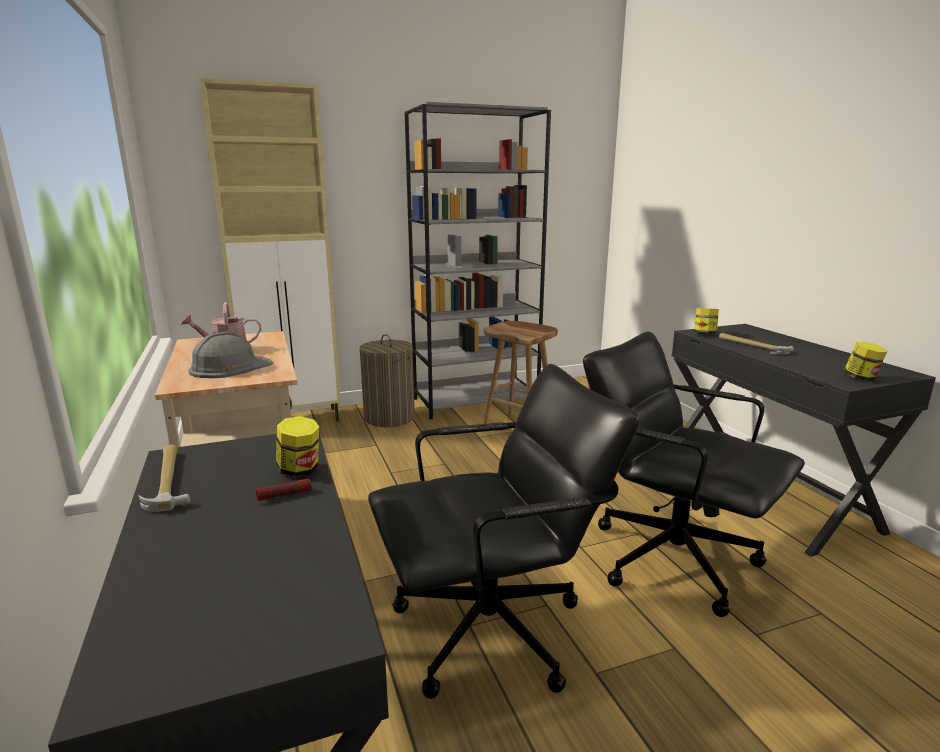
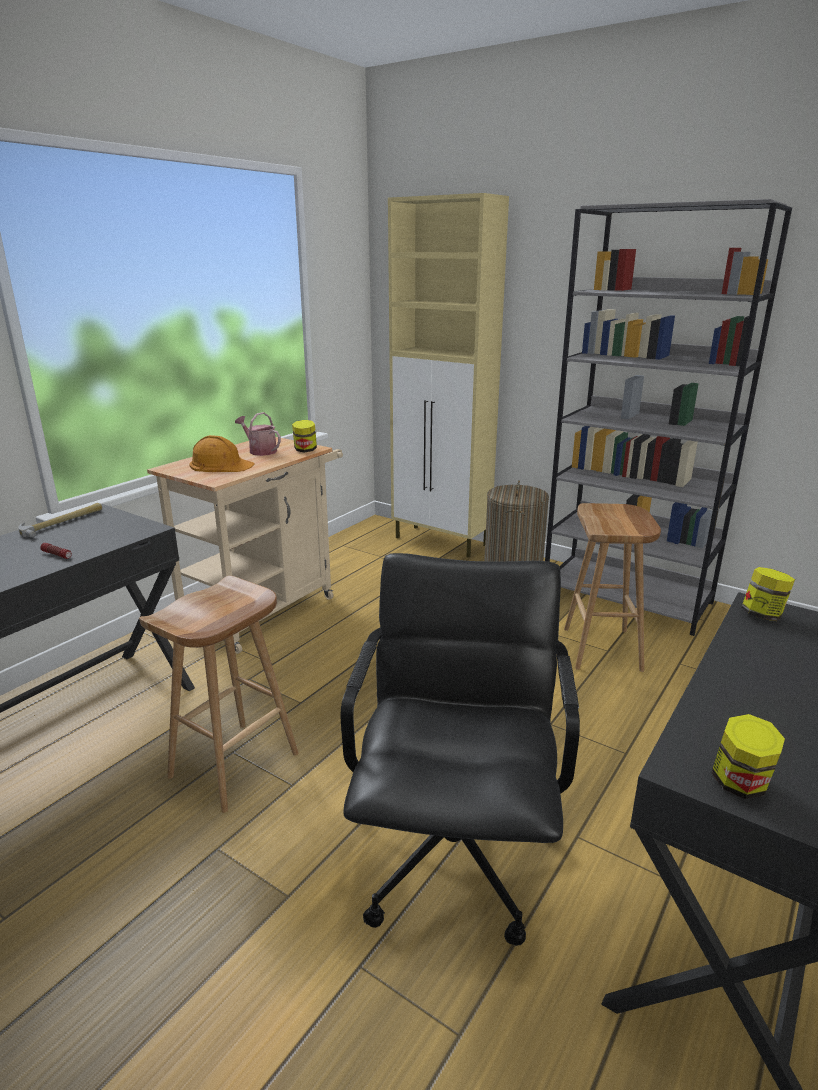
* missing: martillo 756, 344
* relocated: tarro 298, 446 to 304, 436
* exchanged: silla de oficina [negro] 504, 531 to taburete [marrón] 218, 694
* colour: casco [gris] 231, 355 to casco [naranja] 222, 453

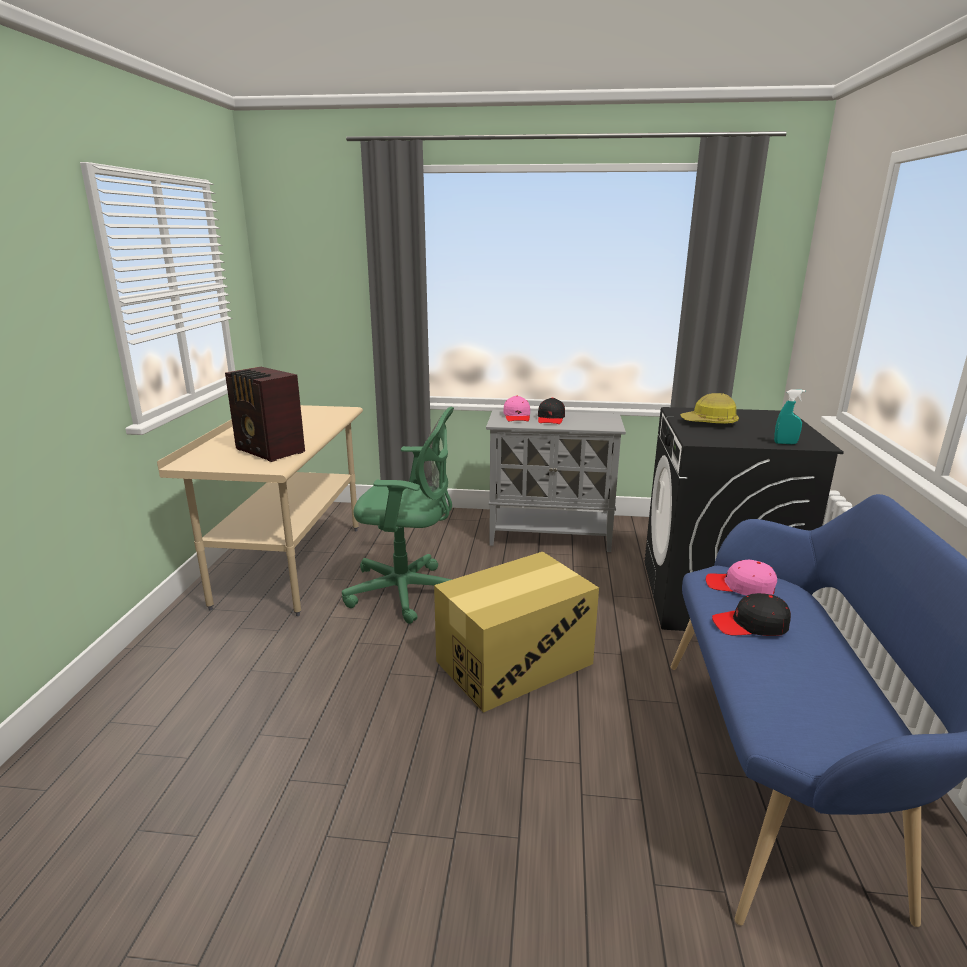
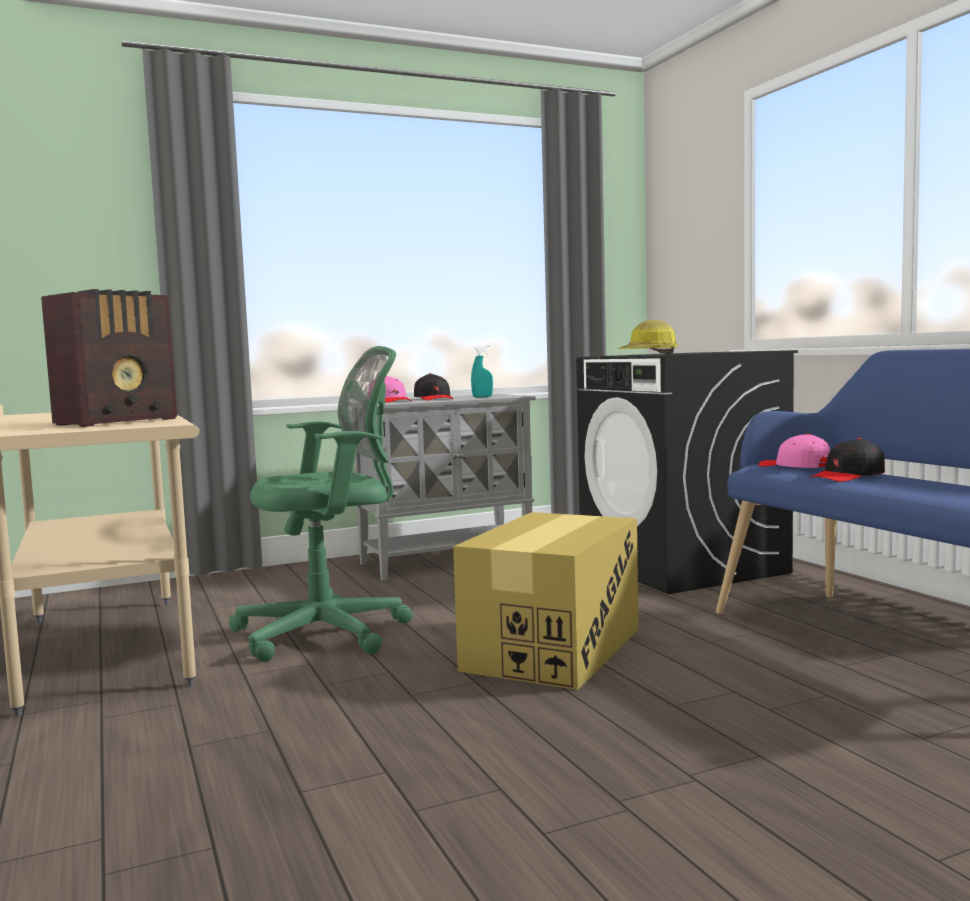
* relocated: pulverizador [turquesa] 789, 416 to 482, 371
* spun: radio 265, 414 = 109, 358 60 degrees counterclockwise
* spun: gorra [rosa] 741, 578 = 794, 451 60 degrees clockwise

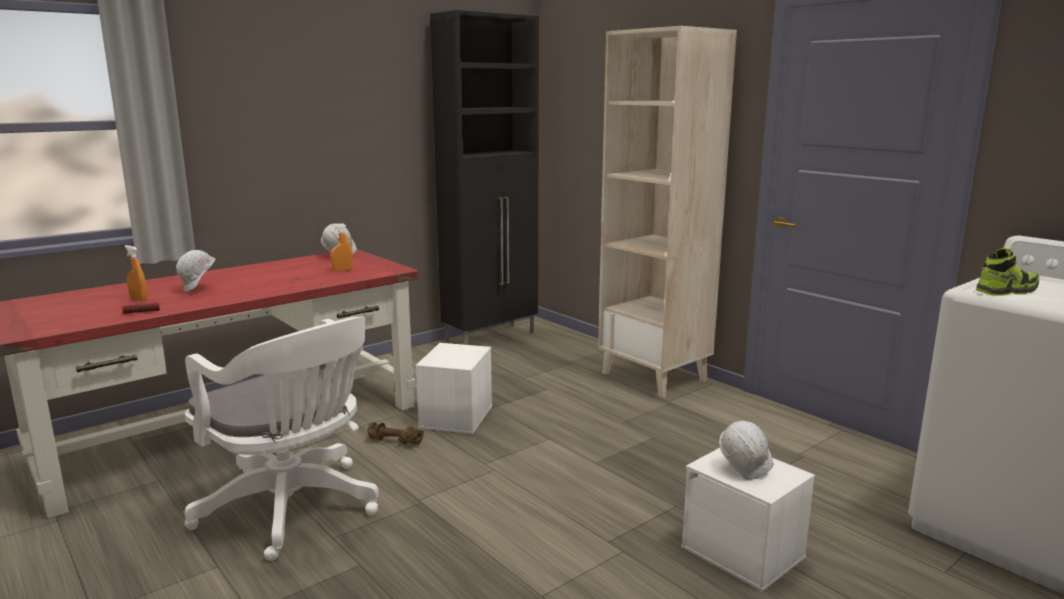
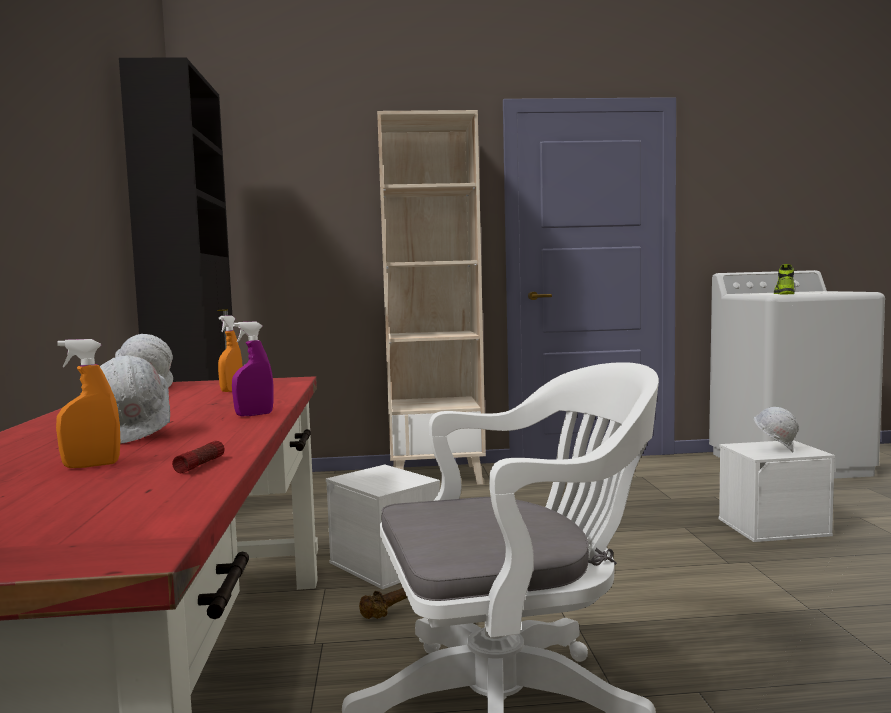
* appeared: pulverizador [morado] 253, 369

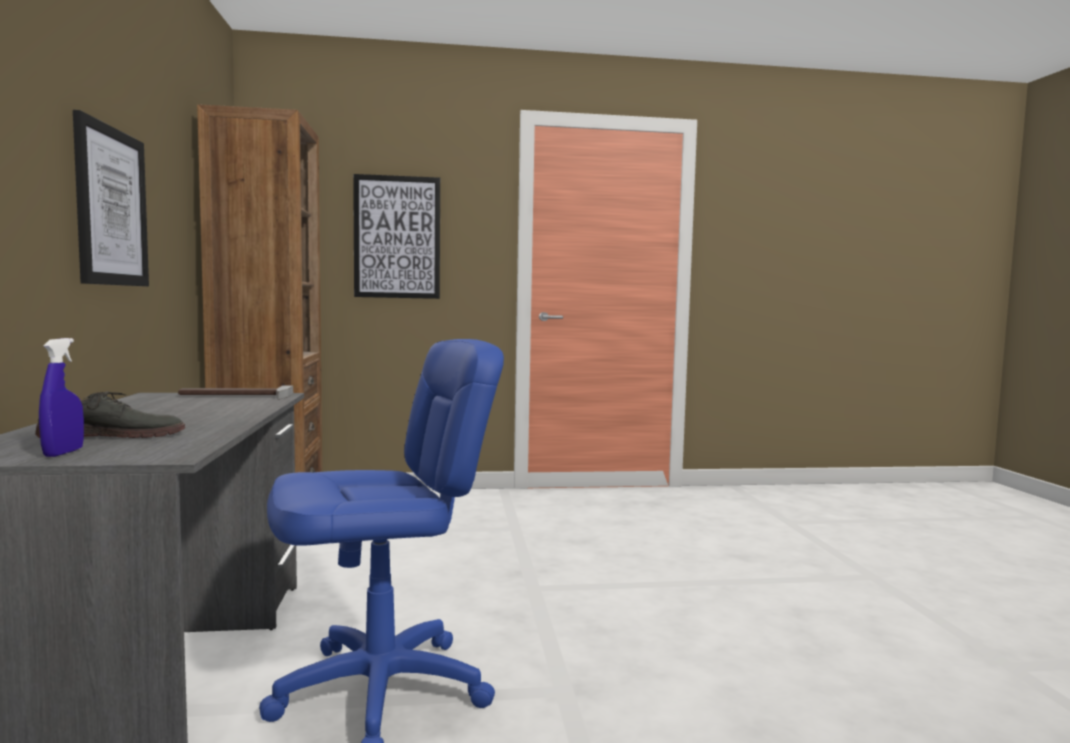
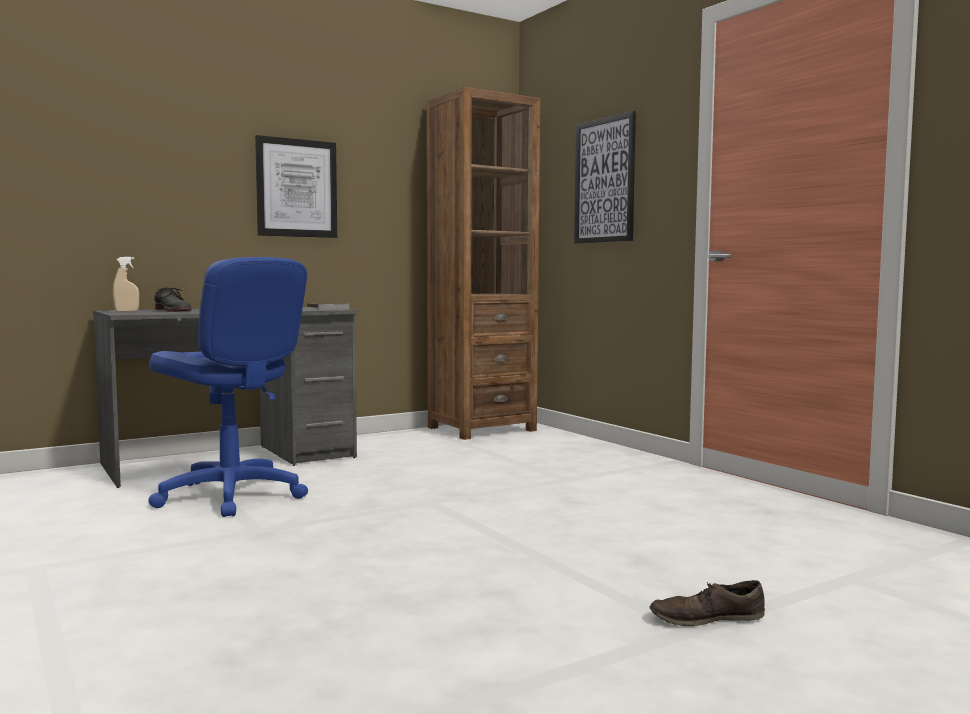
* appeared: zapato [marrón] 707, 603
* colour: pulverizador [azul] 61, 397 to pulverizador [beis] 126, 284

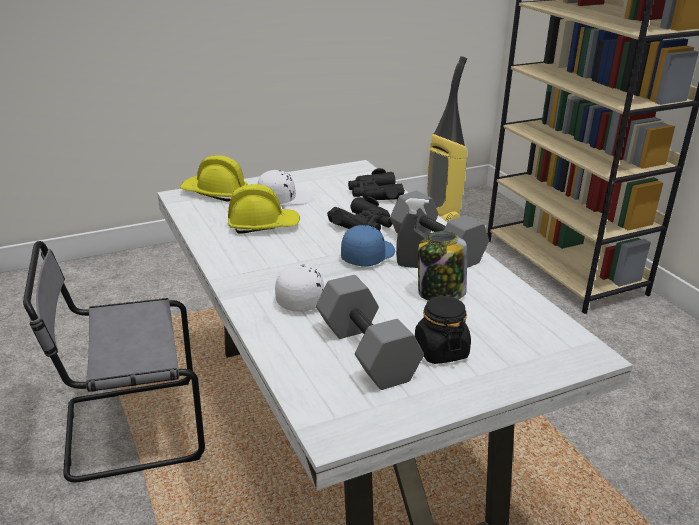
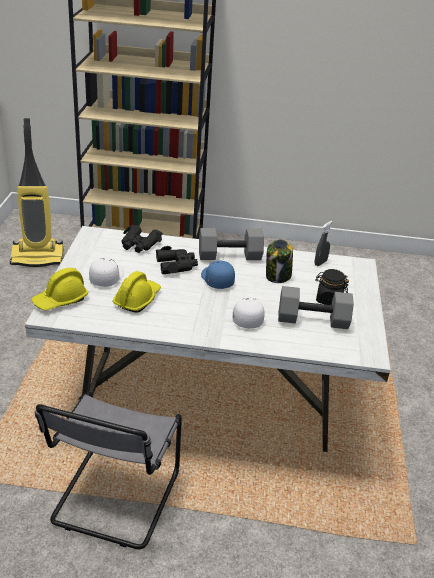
* relocated: pulverizador [gris] 412, 233 to 324, 243

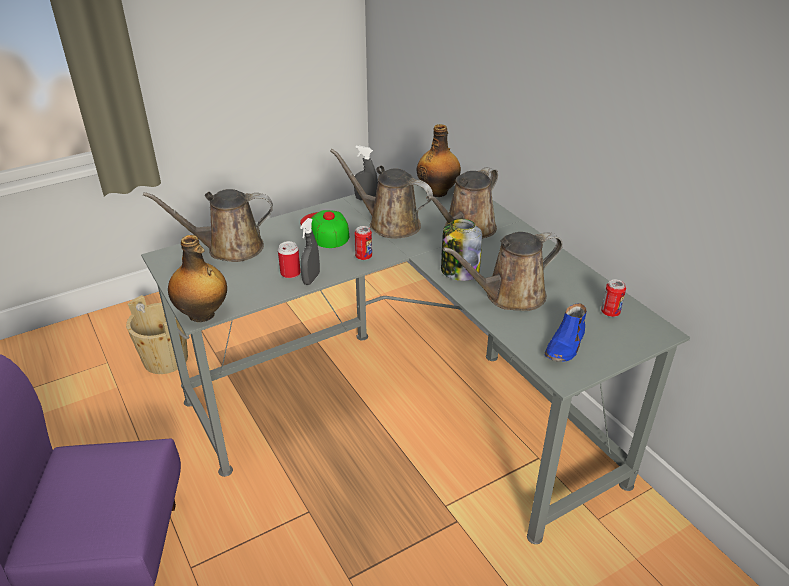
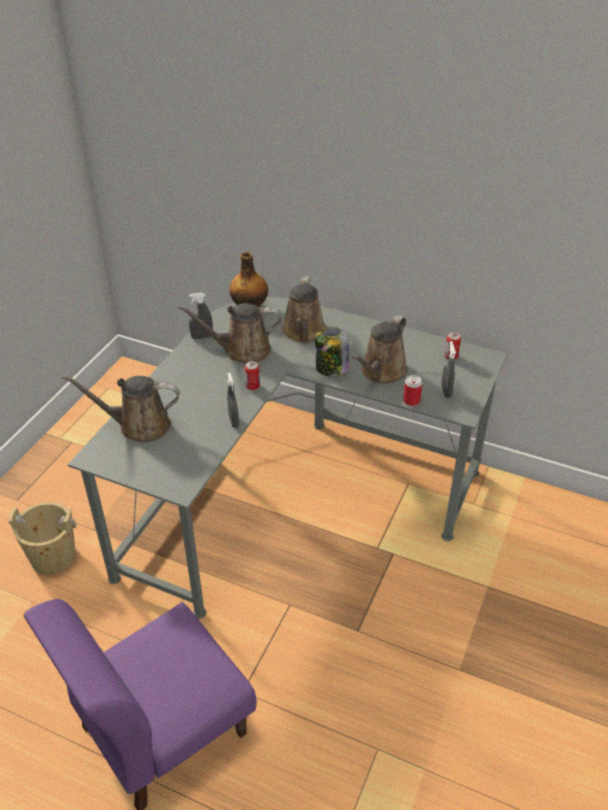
* missing: botella 197, 278
* missing: gorra 324, 229
* relocated: lata 289, 259 to 413, 390
* exchanged: zapato [azul] 566, 332 to pulverizador [gris] 448, 369
* spun: regadera [marrón] 208, 225 = 121, 409 45 degrees clockwise

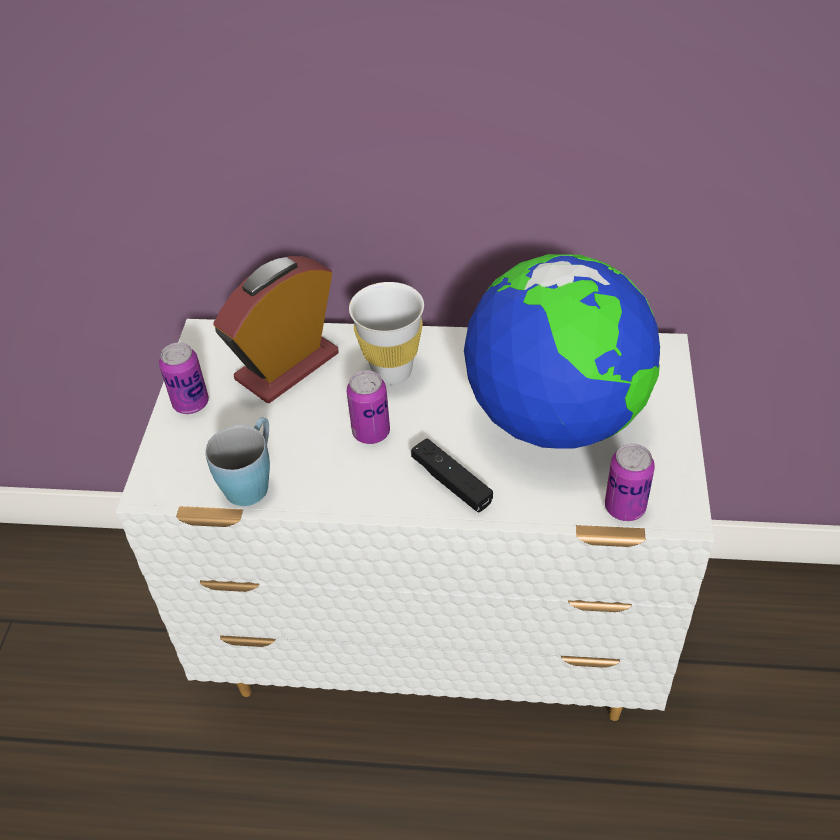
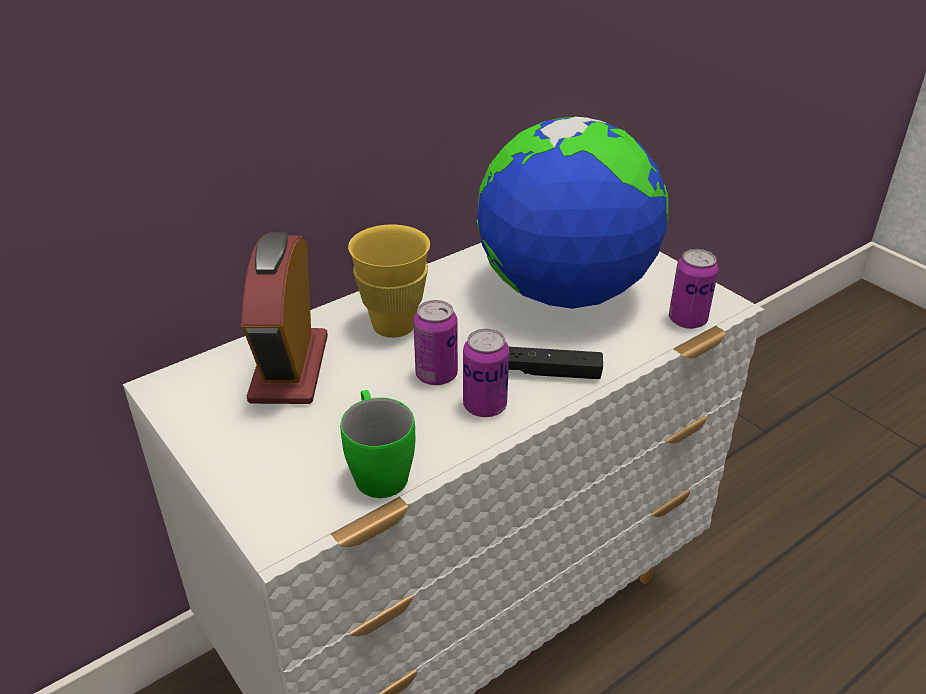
* relocated: lata 184, 378 to 486, 373
* colour: taza grande [azul] 238, 461 to taza grande [verde] 377, 444
* colour: taza [blanco] 386, 333 to taza [amarillo] 389, 281

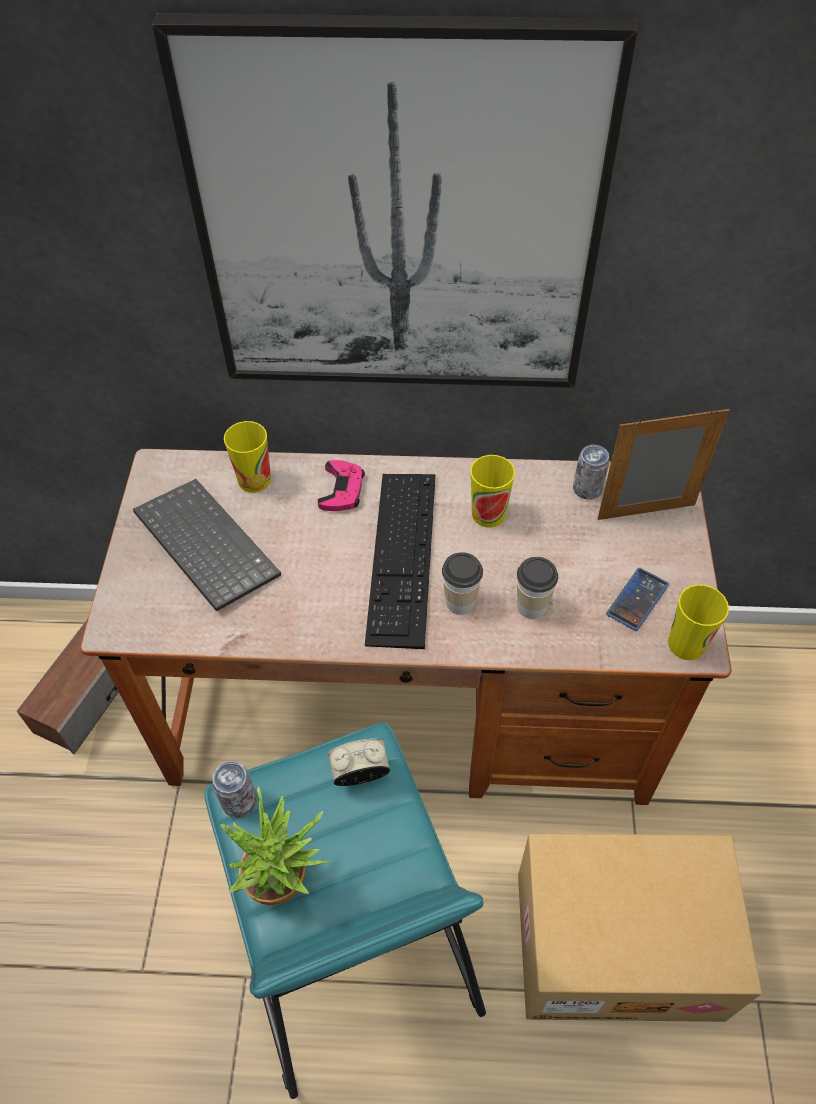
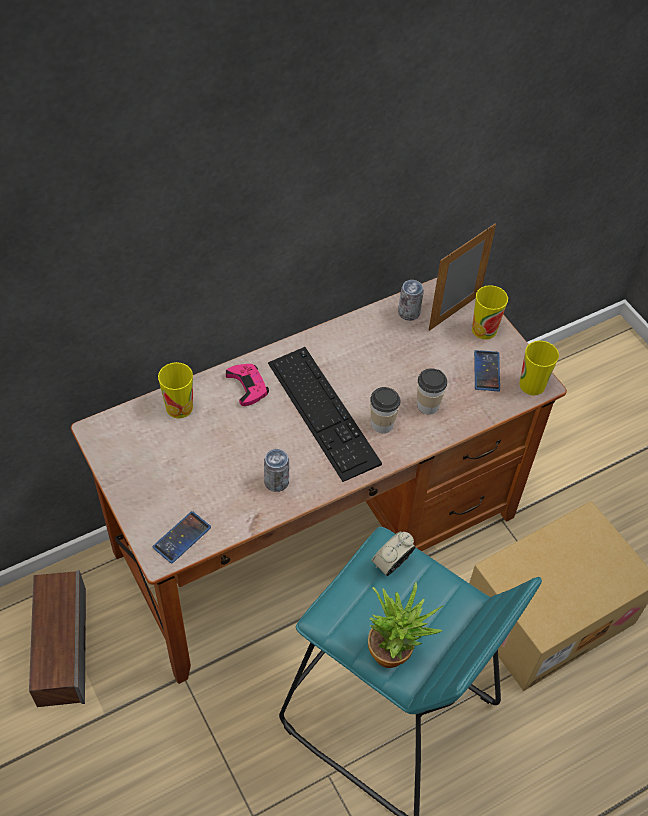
* missing: teclado 207, 545
* missing: cuadro 395, 200
* appeared: móvil 182, 537
* relocated: lata 234, 789 to 276, 470
* relocated: taza 492, 491 to 490, 312

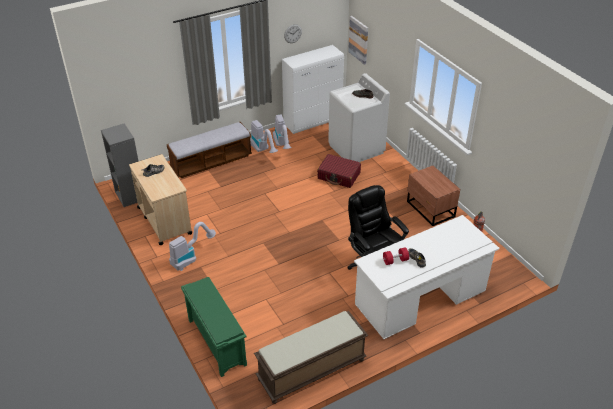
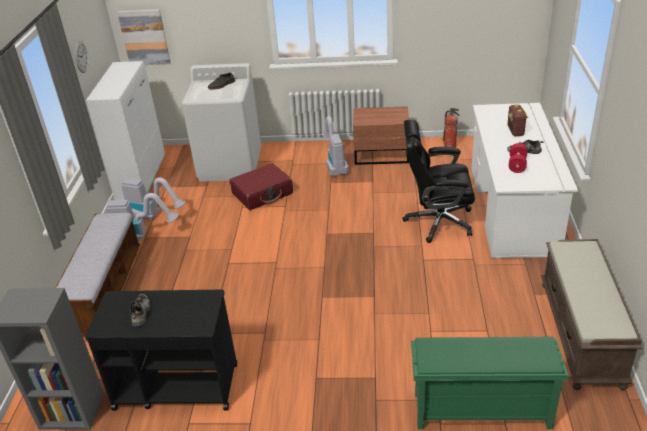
* appeared: radio 517, 120
* relocated: aspiradora 192, 246 to 335, 146
* colour: carrito [beis] 161, 199 to carrito [negro] 161, 350

